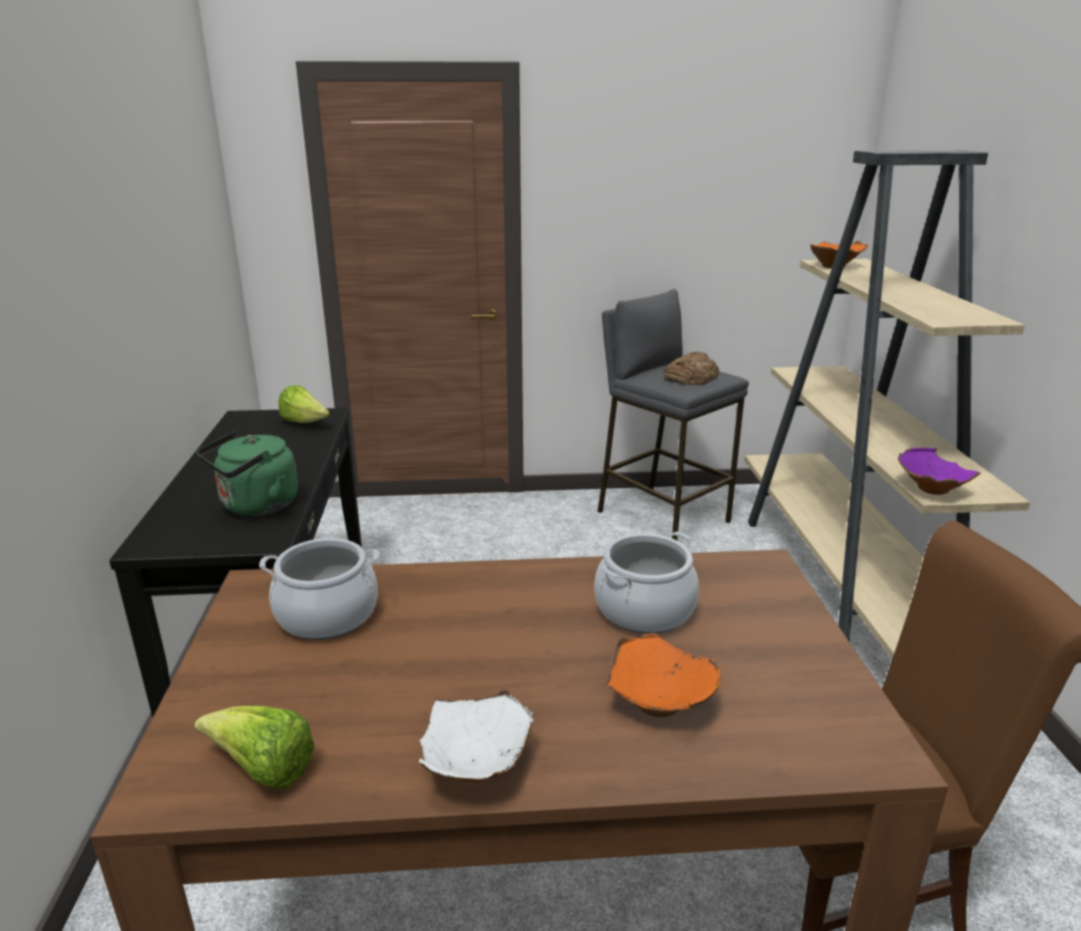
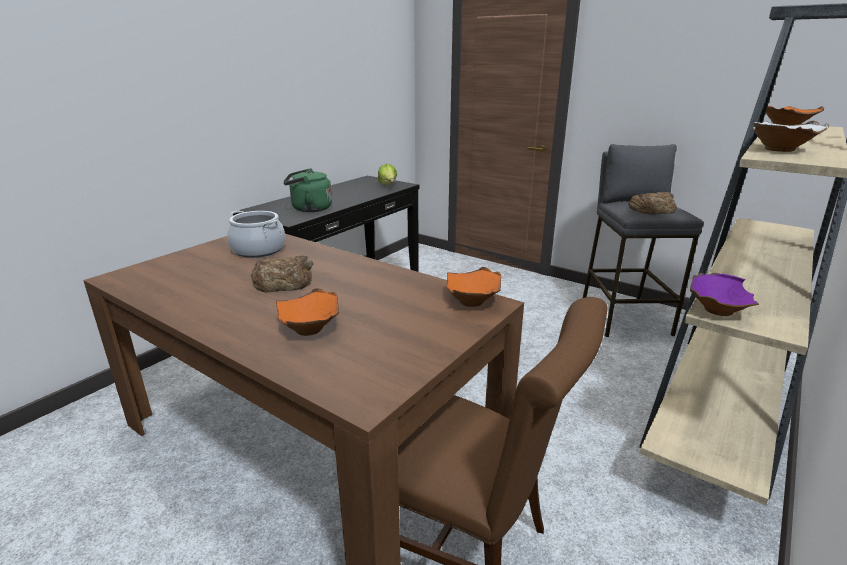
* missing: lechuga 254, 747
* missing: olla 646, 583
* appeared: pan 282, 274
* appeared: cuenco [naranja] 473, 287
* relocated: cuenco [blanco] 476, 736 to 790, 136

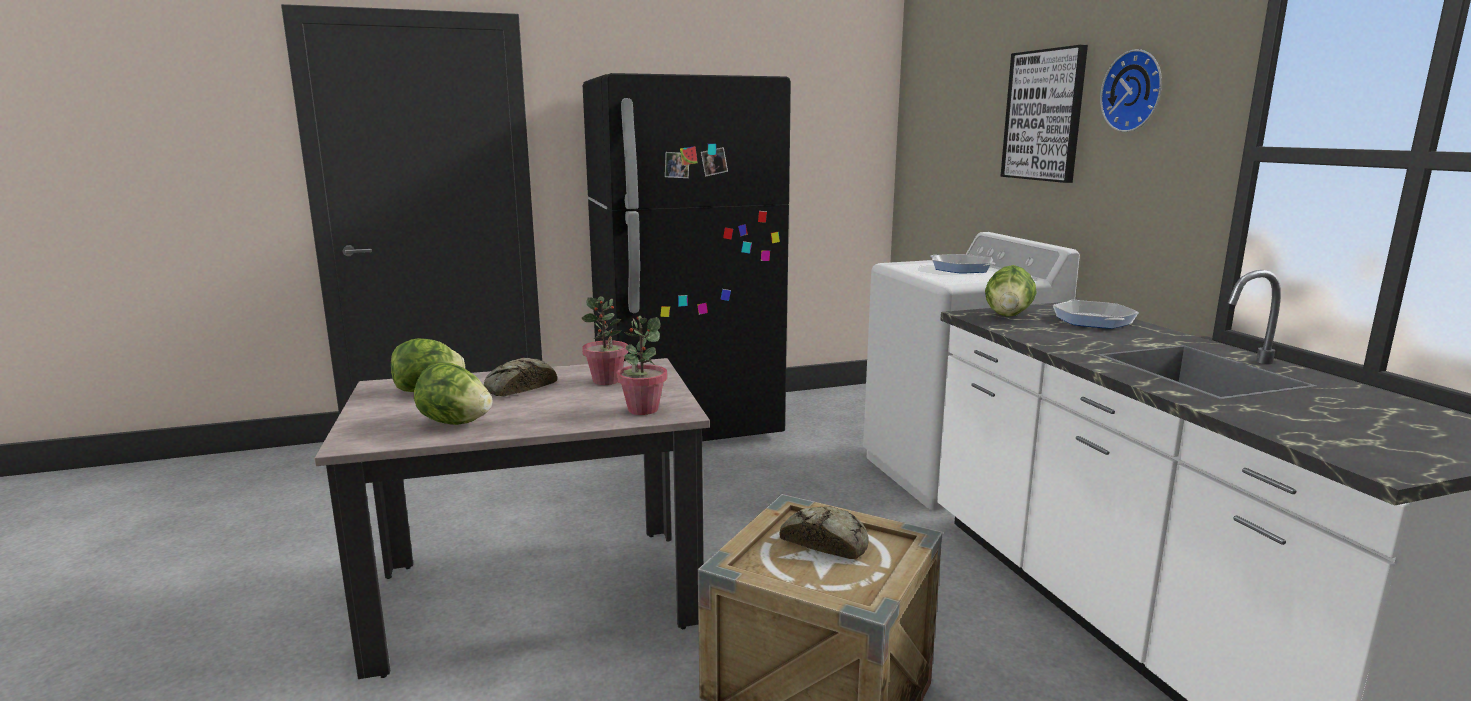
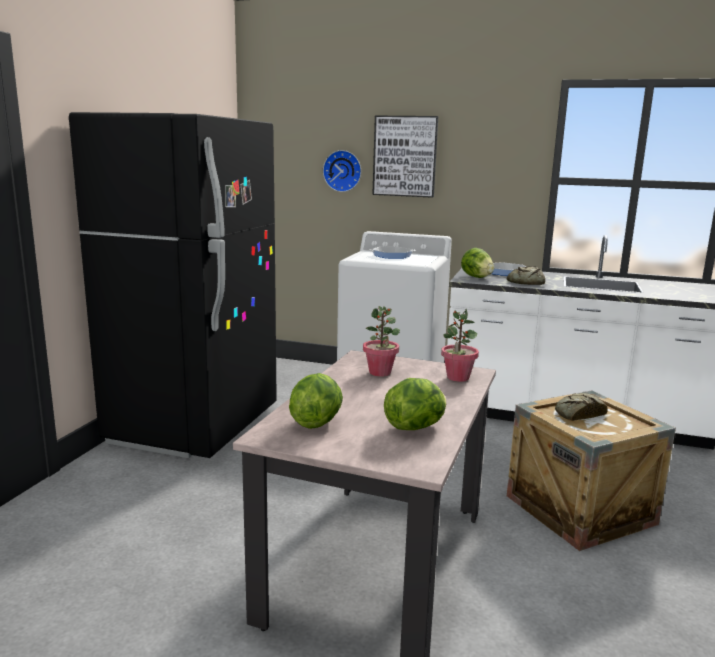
* relocated: pan 520, 377 to 526, 275
* relocated: reloj de pared 1131, 90 to 342, 171

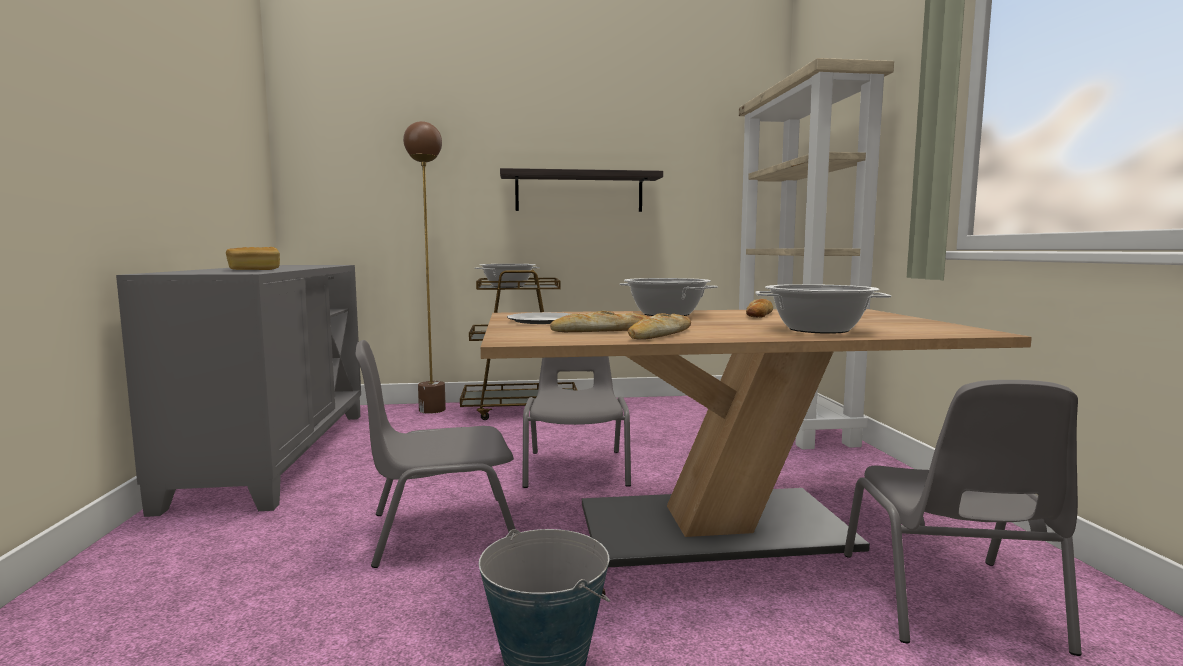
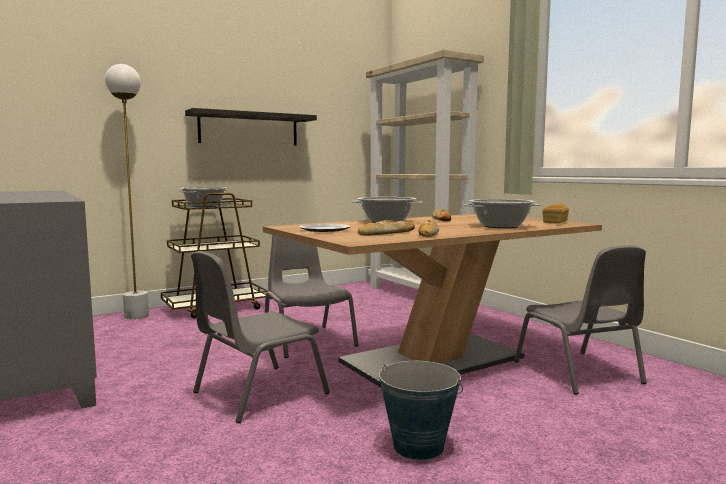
* relocated: pan 253, 258 to 555, 214
* colour: lámpara de pie [marrón] 424, 267 to lámpara de pie [blanco] 127, 192

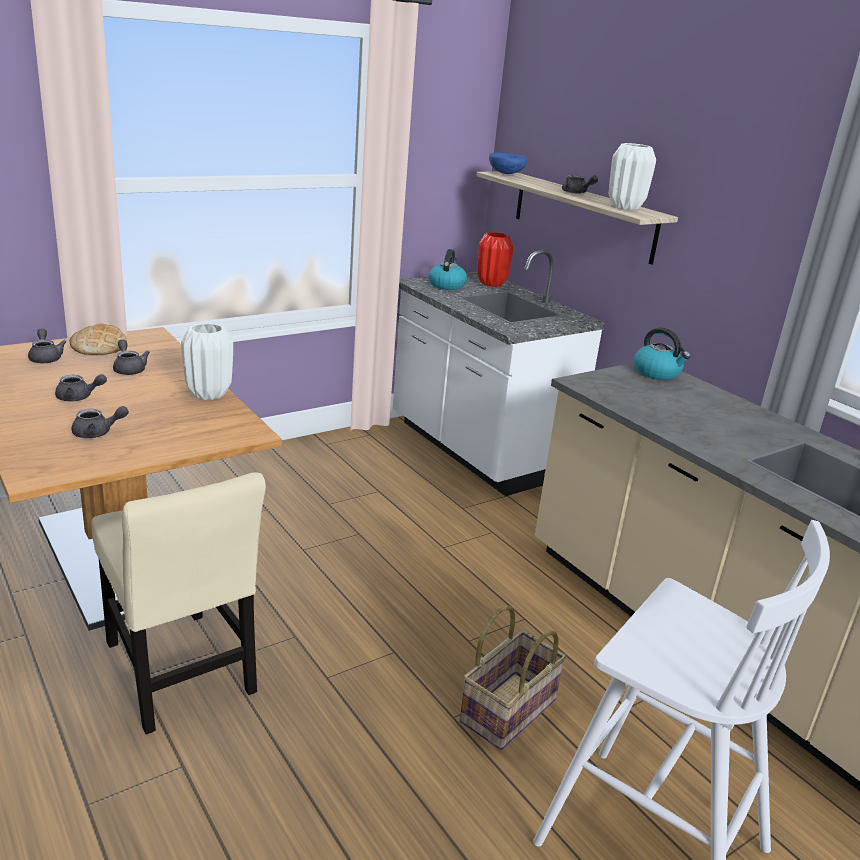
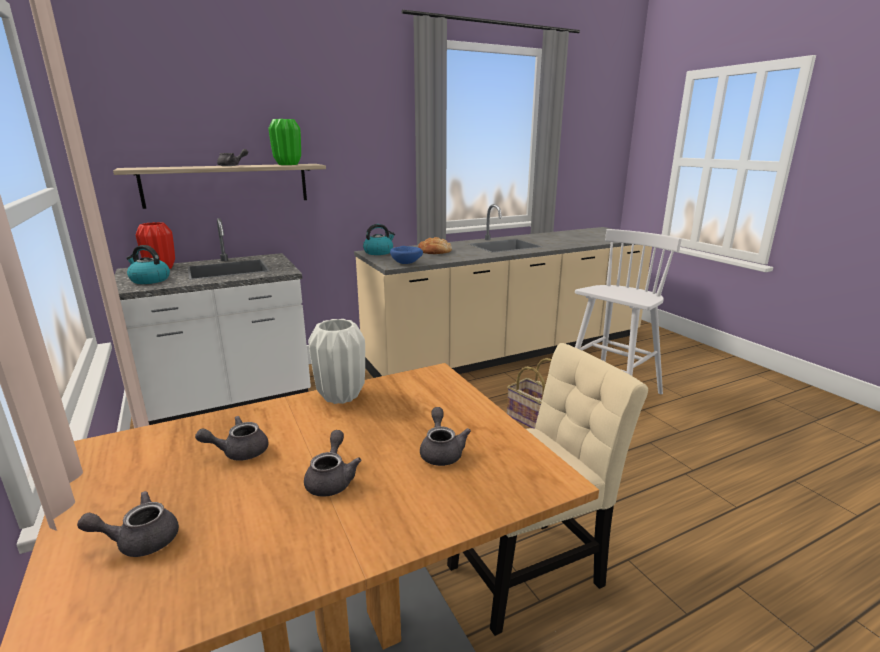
* relocated: pan 98, 339 to 435, 245
* relocated: cuenco [azul] 508, 163 to 406, 255
* colour: florero [blanco] 632, 176 to florero [verde] 284, 142

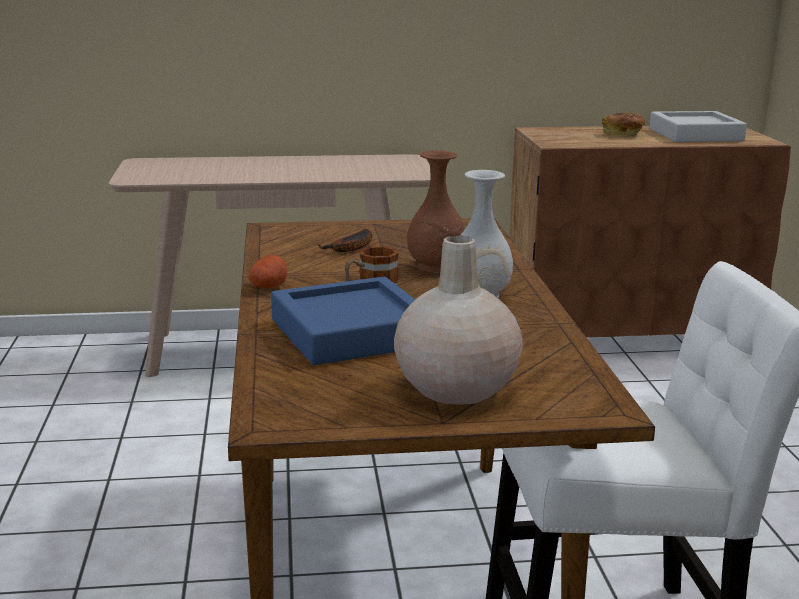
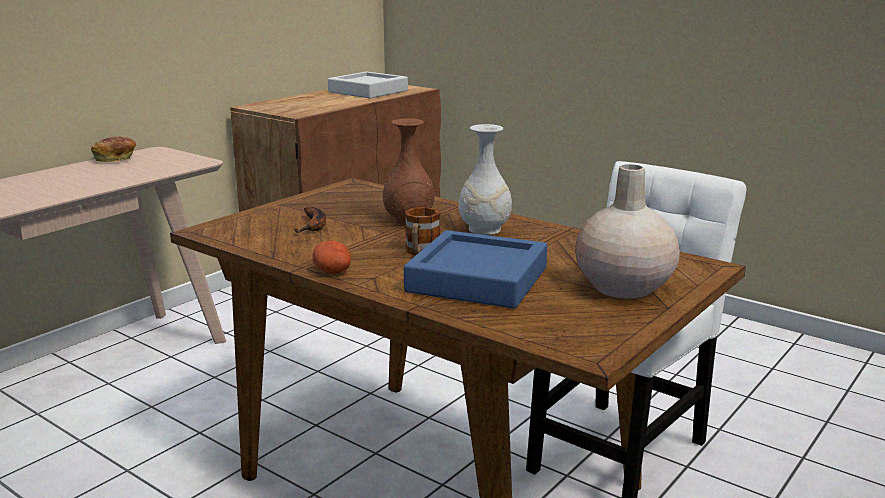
* relocated: pan 623, 124 to 113, 149

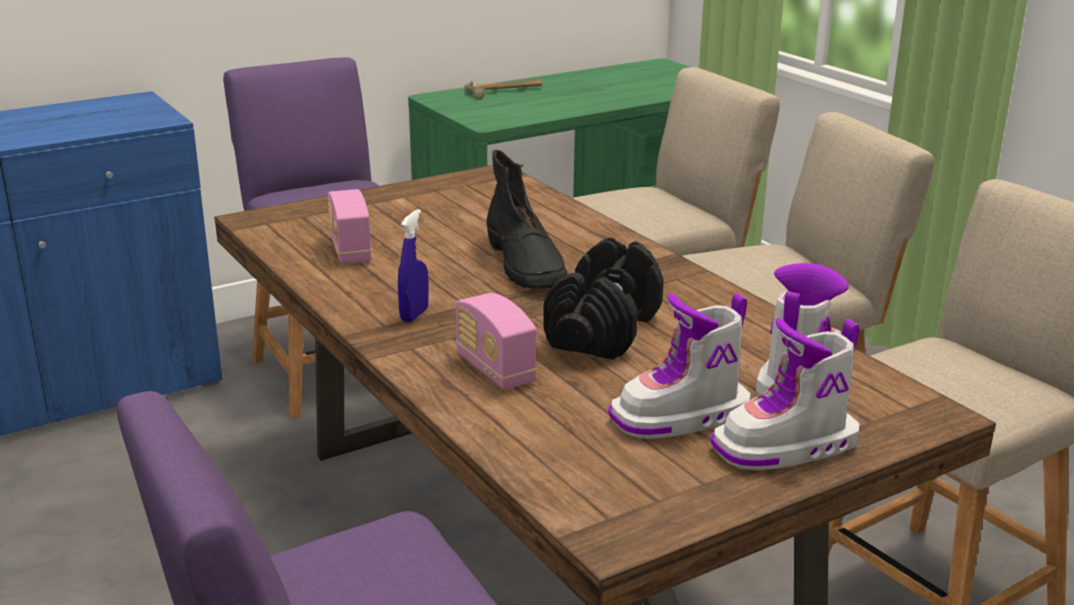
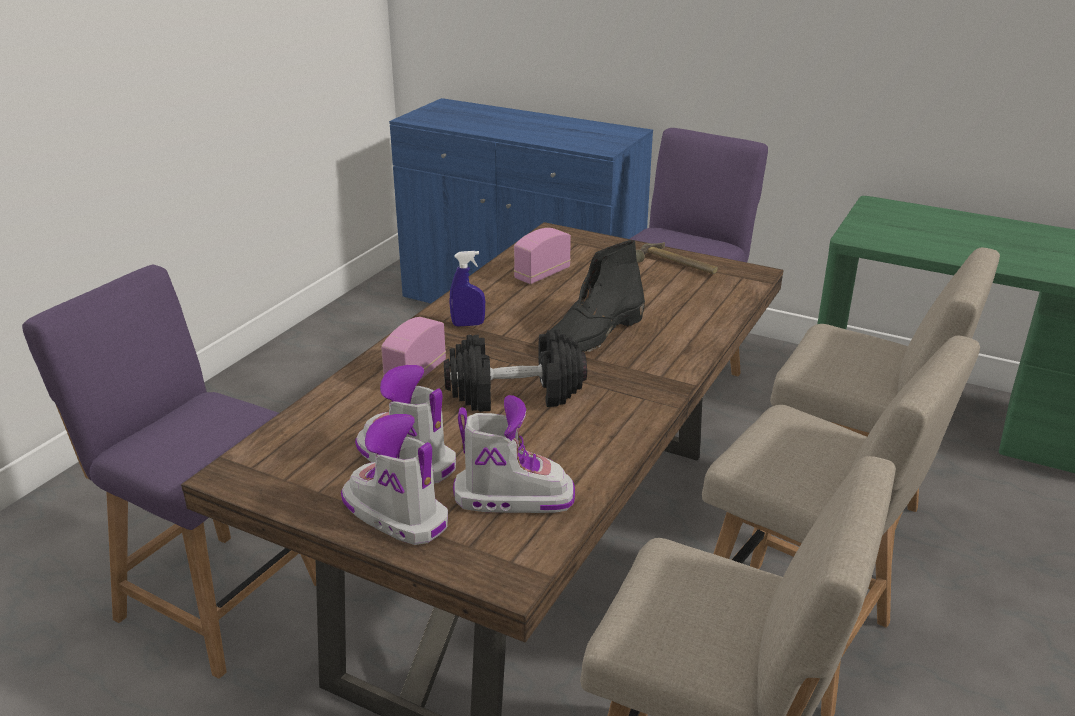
* relocated: martillo 503, 89 to 677, 258

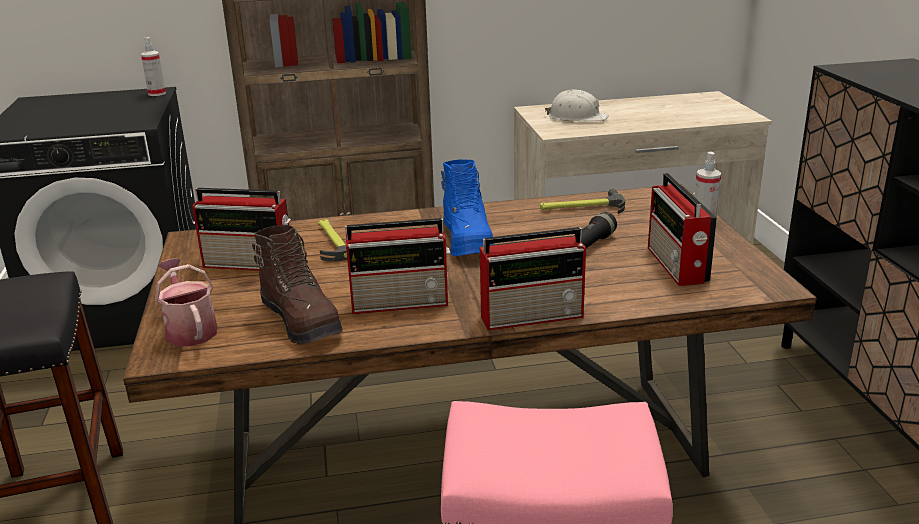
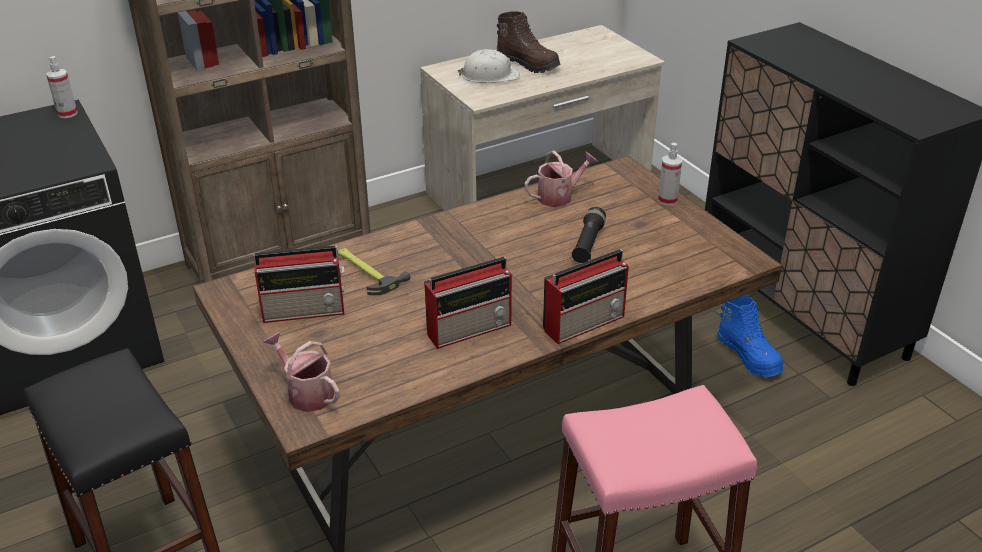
* missing: radio 682, 229
* relocated: bota [marrón] 297, 285 to 528, 42
* relocated: bota [azul] 467, 208 to 750, 336
* exchanged: martillo 582, 201 to regadera 561, 179

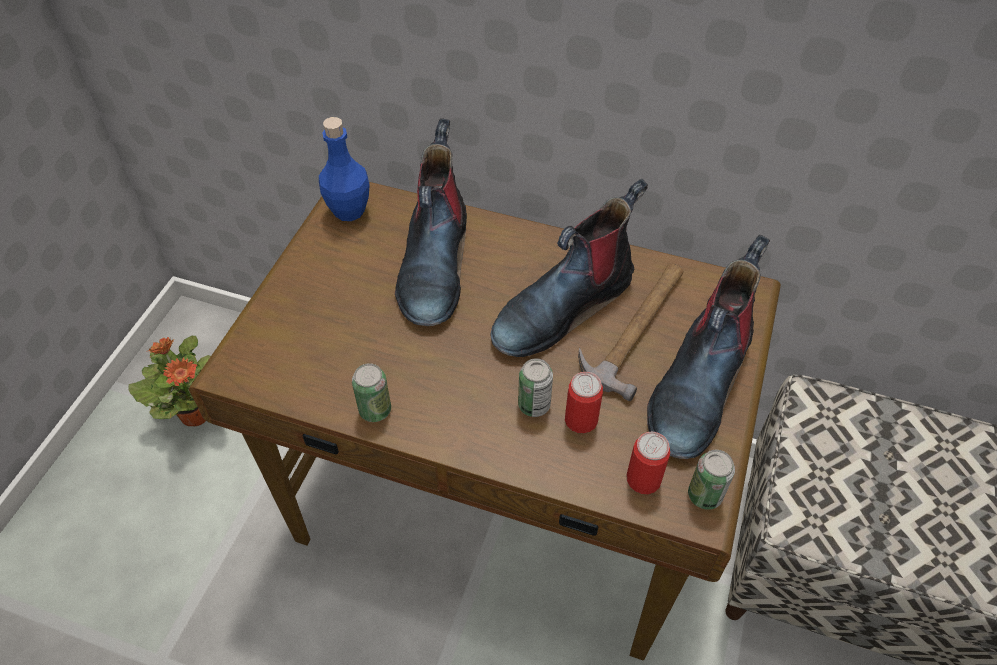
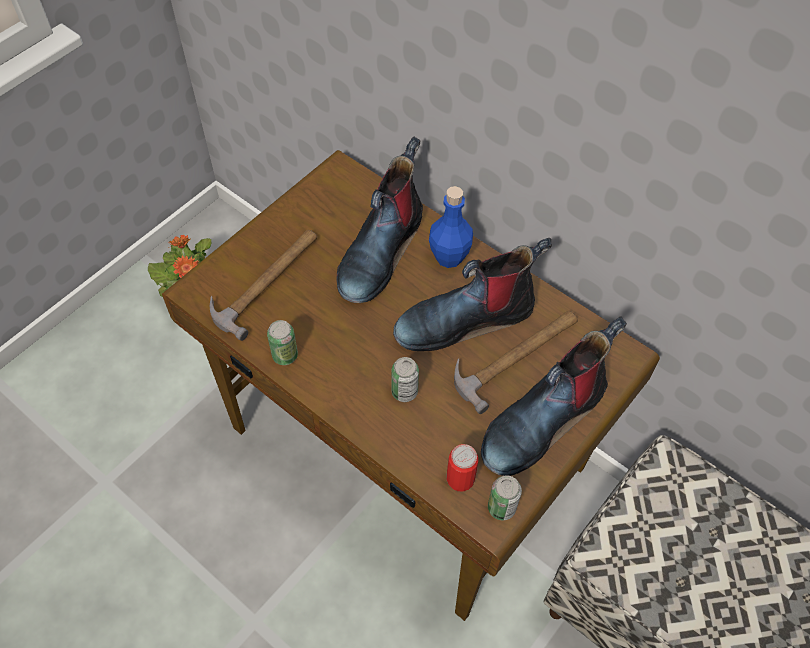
* missing: lata 584, 402
* appeared: martillo 263, 285
* relocated: botella [azul] 344, 169 to 451, 227

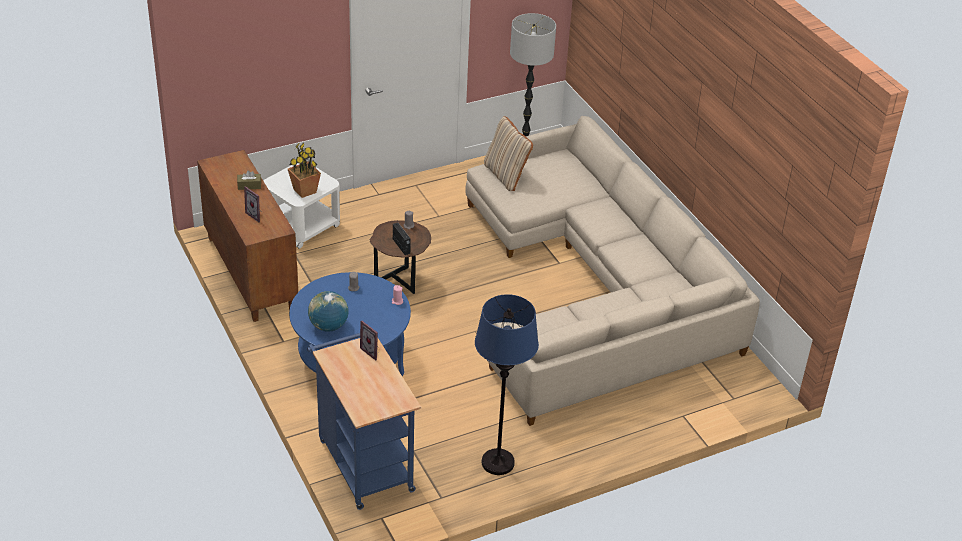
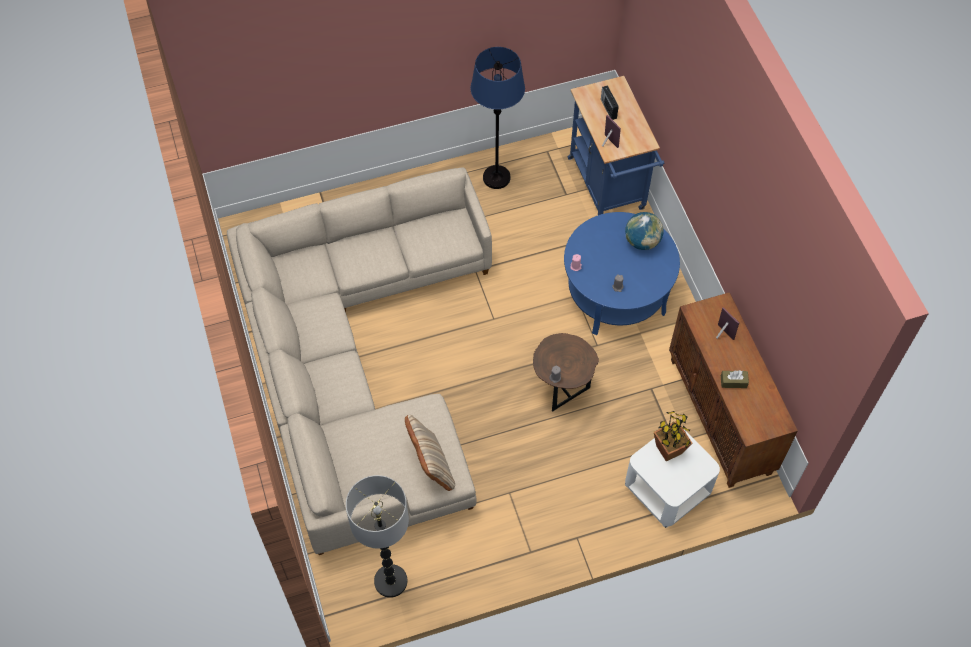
* relocated: radio 402, 239 to 610, 102

